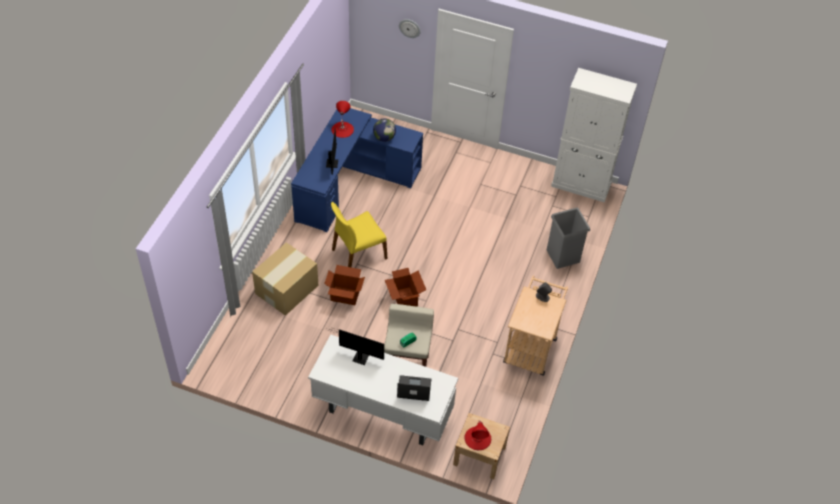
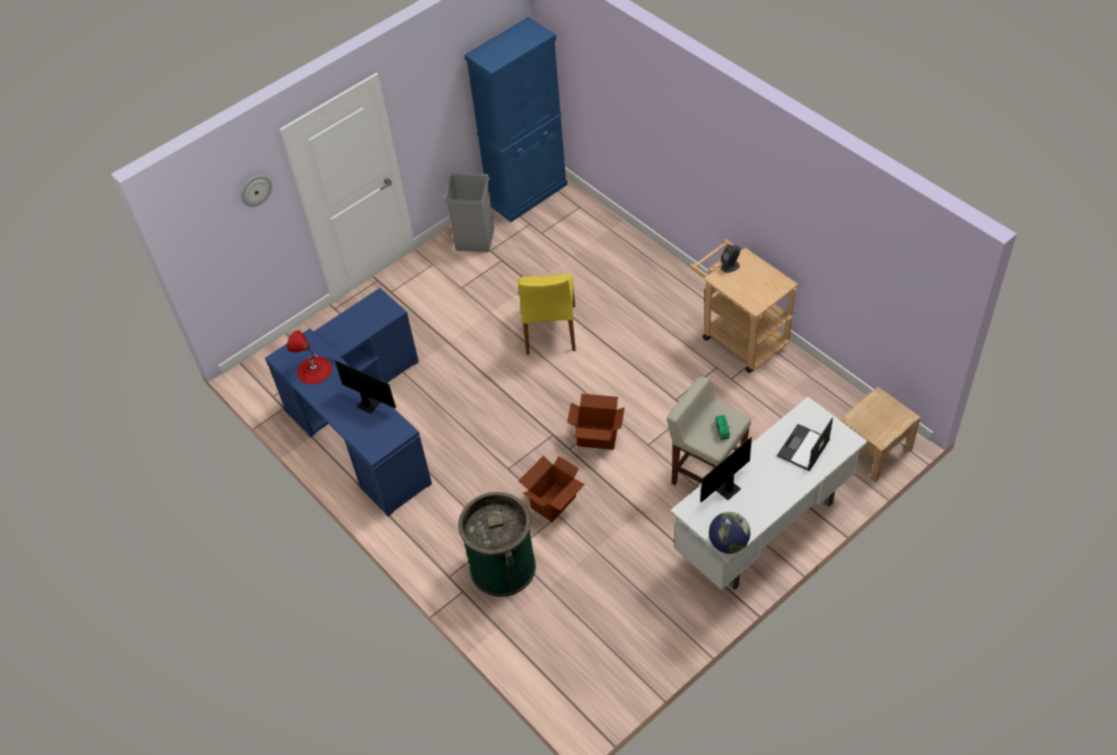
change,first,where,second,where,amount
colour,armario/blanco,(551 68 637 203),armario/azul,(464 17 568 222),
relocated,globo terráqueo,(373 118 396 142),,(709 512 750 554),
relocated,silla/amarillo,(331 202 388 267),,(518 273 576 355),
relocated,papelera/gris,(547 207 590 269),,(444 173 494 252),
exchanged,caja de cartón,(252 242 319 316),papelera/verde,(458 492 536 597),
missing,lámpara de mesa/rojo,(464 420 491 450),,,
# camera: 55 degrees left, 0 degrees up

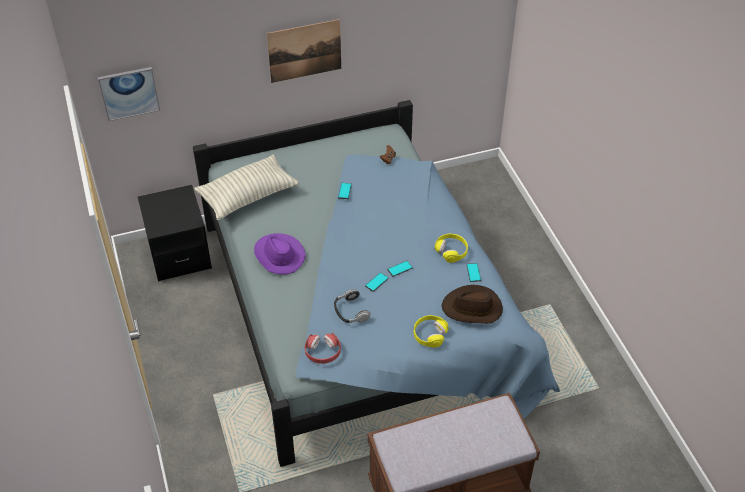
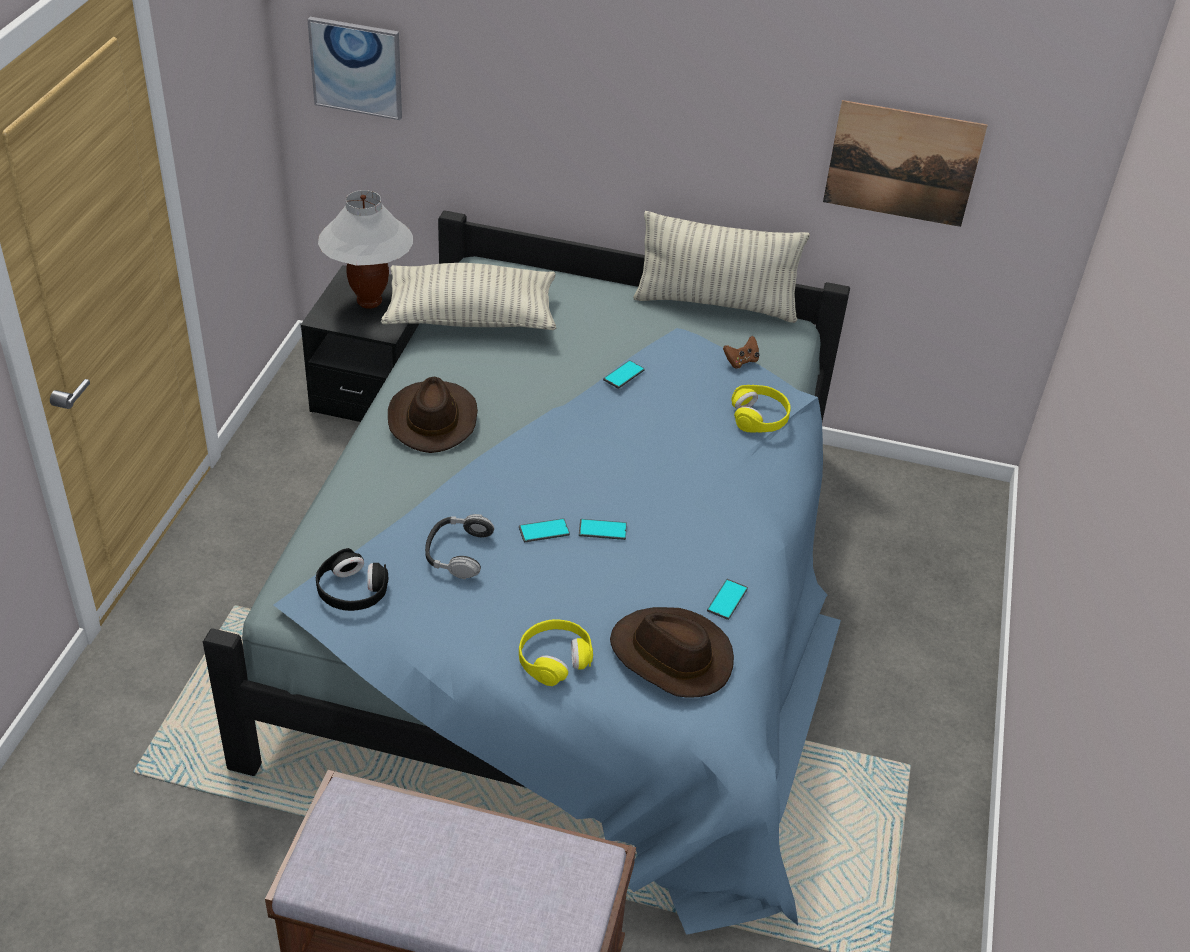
change,first,where,second,where,amount
relocated,cuadro,(267 19 341 83),,(823 100 988 227),
colour,sombrero/morado,(254 233 306 275),sombrero/marrón,(388 377 478 453),
relocated,auriculares/amarillo,(435 234 468 263),,(731 385 791 432),
colour,auriculares/rojo,(305 333 341 364),auriculares/negro,(316 548 388 611),
appeared,,,lámpara de mesa/blanco,(318 190 413 309),
appeared,,,cojín,(633 211 810 323),
# camera: 30 degrees right, 5 degrees down

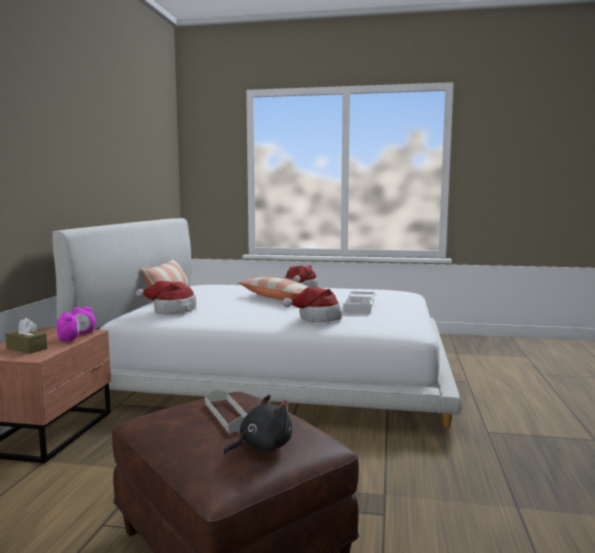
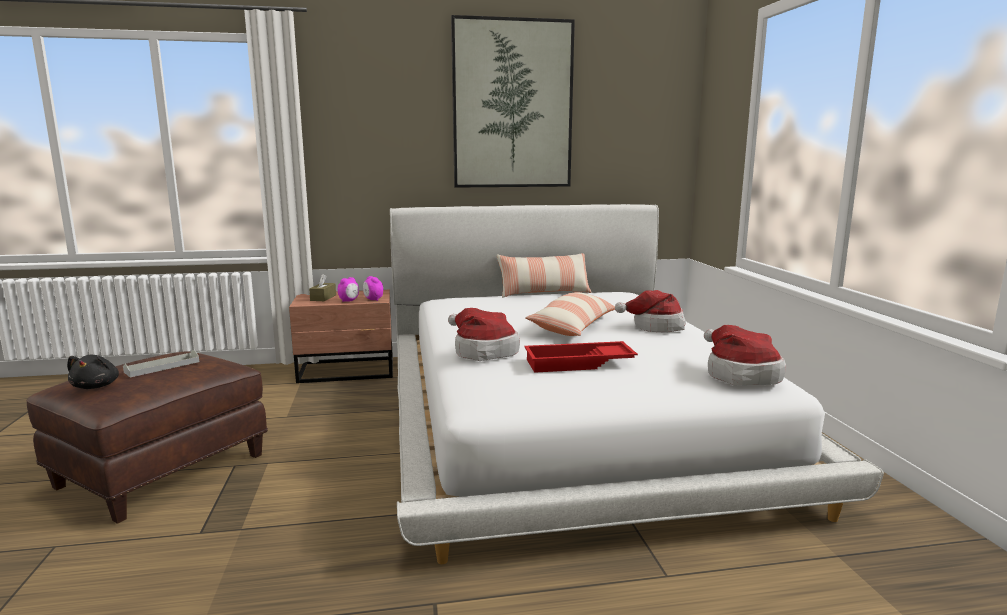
change,first,where,second,where,amount
relocated,sombrero,(136 281 196 314),,(704 325 786 385),
colour,bandeja/blanco,(342 291 375 314),bandeja/rojo,(524 341 638 373),
spun,peluche/negro,(223 394 292 455),,(67 355 119 389),45 degrees clockwise
appeared,,,cuadro,(451 15 575 188),
# camera: 70 degrees right, 5 degrees up

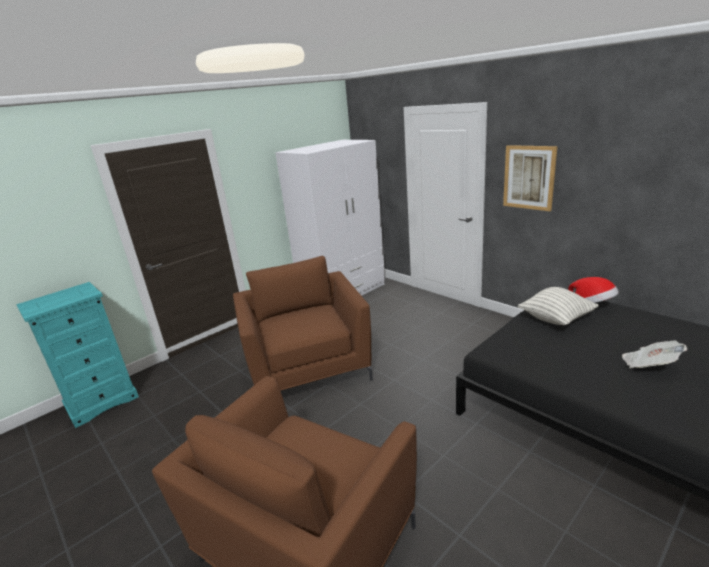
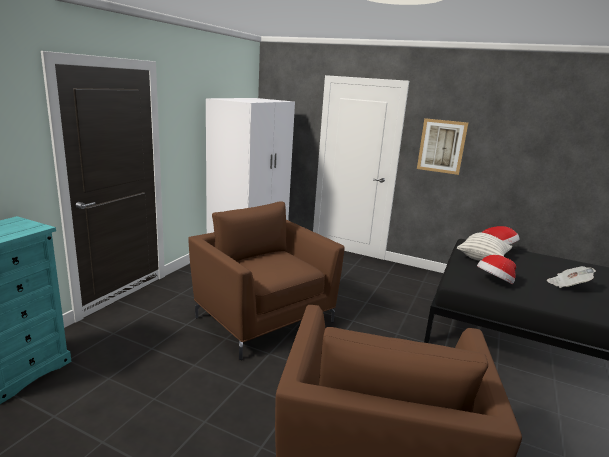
change,first,where,second,where,amount
appeared,,,sombrero,(477 255 516 284),
# camera: 25 degrees left, 5 degrees down

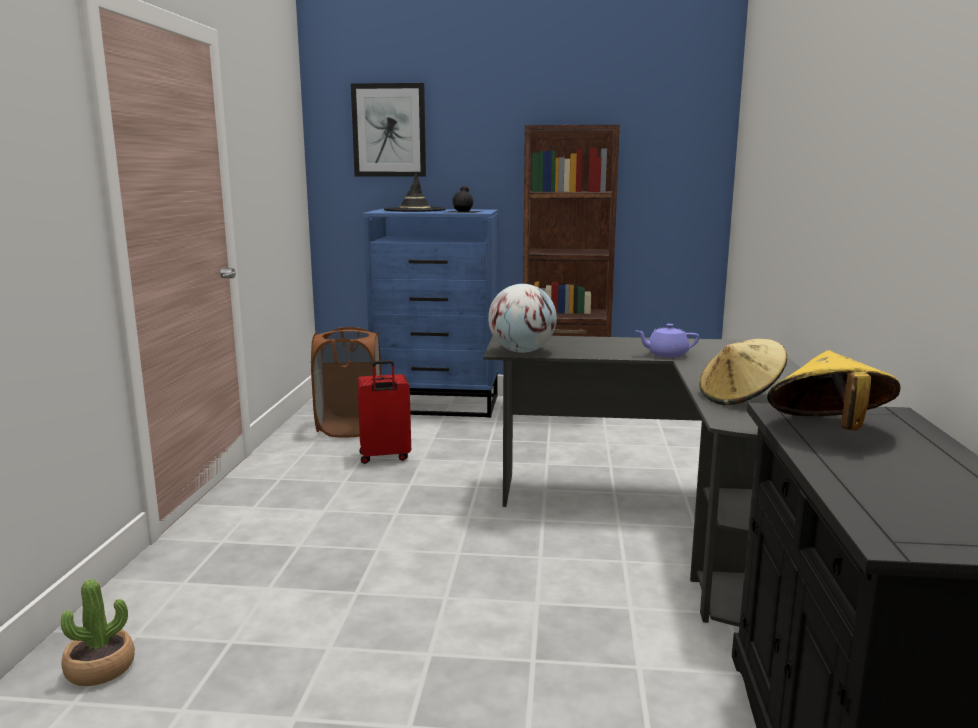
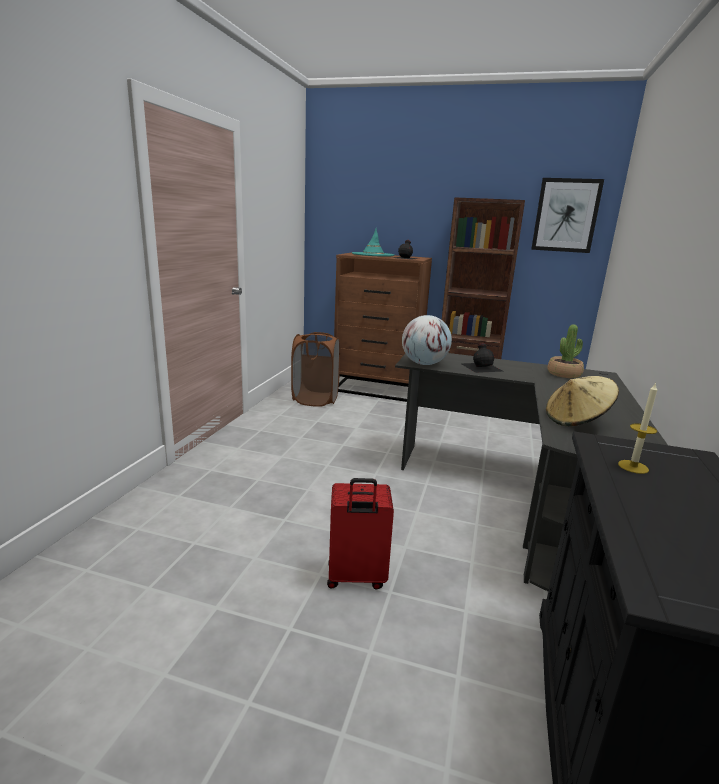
change,first,where,second,where,amount
relocated,cuadro,(351 83 426 177),,(531 178 604 253),
colour,sombrero/negro,(384 172 446 212),sombrero/turquesa,(352 228 394 257),
colour,cómoda/azul,(363 209 498 418),cómoda/marrón,(334 252 432 402),
missing,tetera/morado,(636 324 699 358),,,
exchanged,sombrero/amarillo,(767 351 901 431),vela,(618 382 657 474),
relocated,maleta/rojo,(357 360 411 464),,(327 478 394 589),
relocated,planta en maceta,(61 579 135 686),,(548 324 584 378),
appeared,,,botella/negro,(462 343 503 373),
# camera: 10 degrees right, 5 degrees up

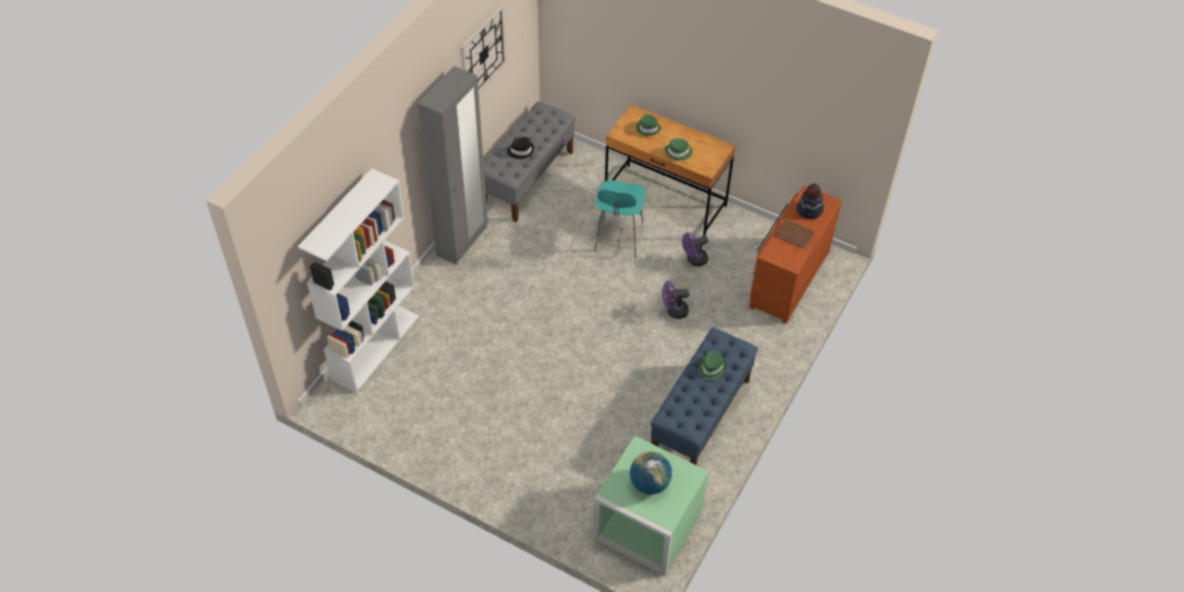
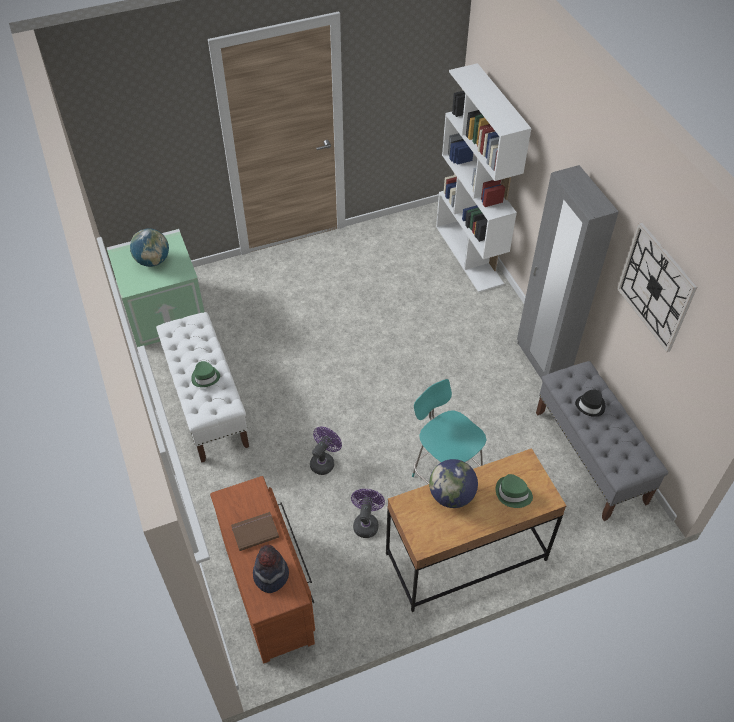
change,first,where,second,where,amount
exchanged,sombrero/verde,(665 139 693 161),globo terráqueo,(429 459 478 508),
colour,banco/azul,(650 327 758 465),banco/blanco,(156 312 249 463),
# camera: 130 degrees right, 0 degrees up

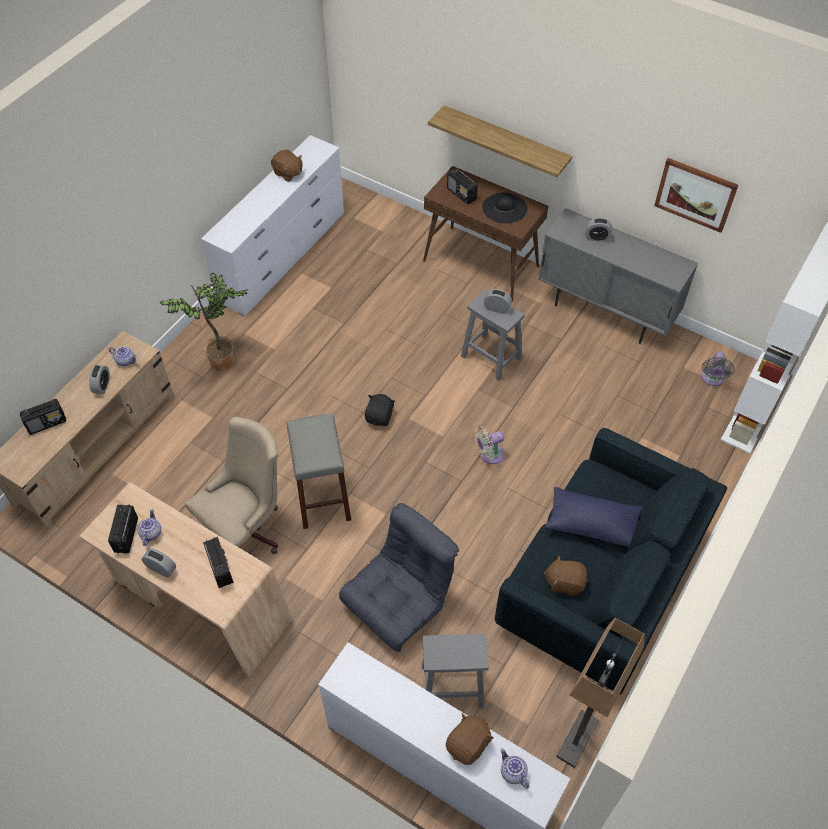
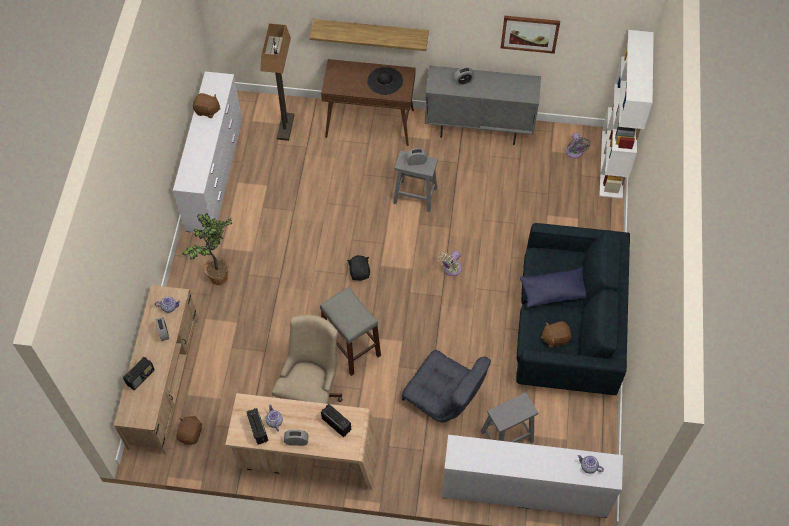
change,first,where,second,where,amount
missing,radio,(447 169 478 204),,,
spun,sillón/gris,(339 503 459 652),,(402 350 491 422),105 degrees clockwise
relocated,lámpara de pie,(556 618 645 768),,(260 23 294 141),
relocated,peluche/marrón,(446 713 494 765),,(177 416 202 445),
# camera: 25 degrees left, 5 degrees up

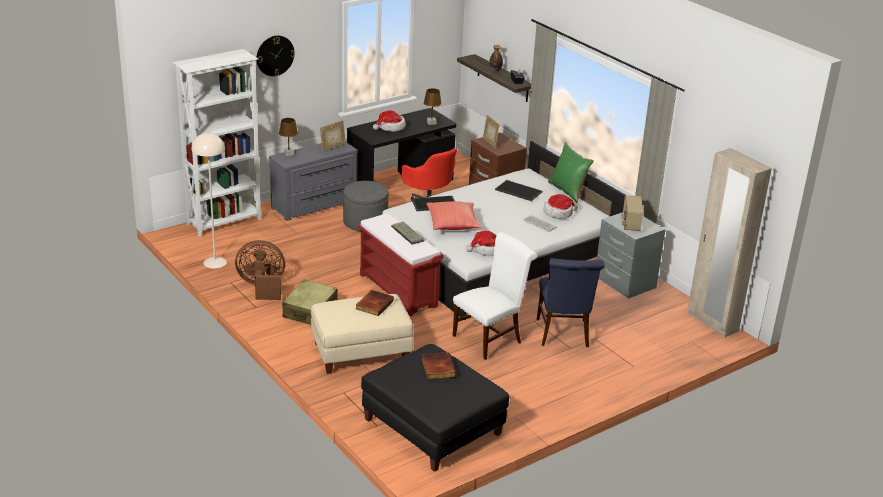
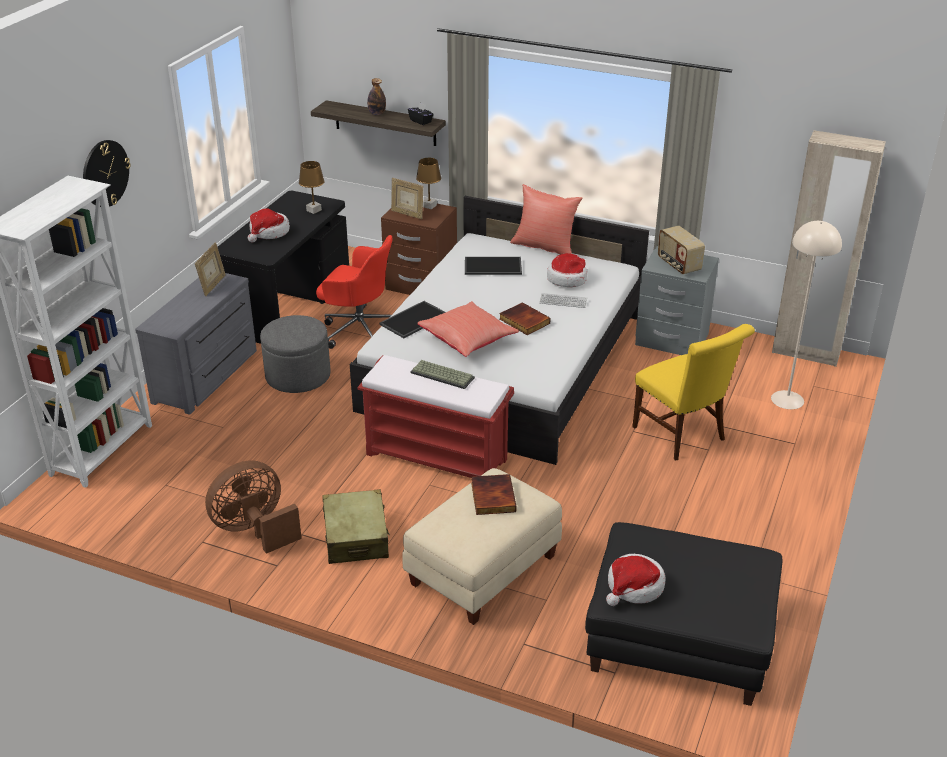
change,first,where,second,where,amount
relocated,lámpara de mesa/marrón,(279 118 298 156),,(416 158 441 209),
relocated,lámpara de pie/beis,(191 133 227 269),,(771 221 842 409),
colour,cojín/verde,(548 142 594 203),cojín/rojo,(510 184 583 255),
relocated,sombrero,(466 231 497 256),,(606 554 665 606),
missing,silla/blanco,(453 232 538 360),,,
colour,silla/azul,(537 258 605 347),silla/amarillo,(632 324 755 461),
relocated,libro,(422 352 456 379),,(499 302 551 335),
# camera: 30 degrees left, 5 degrees up

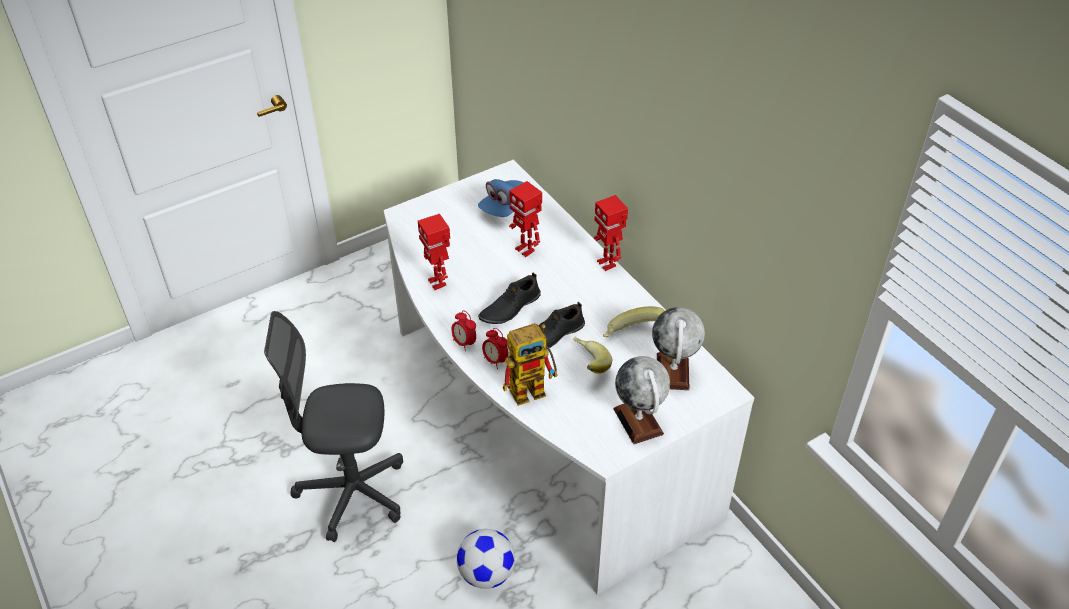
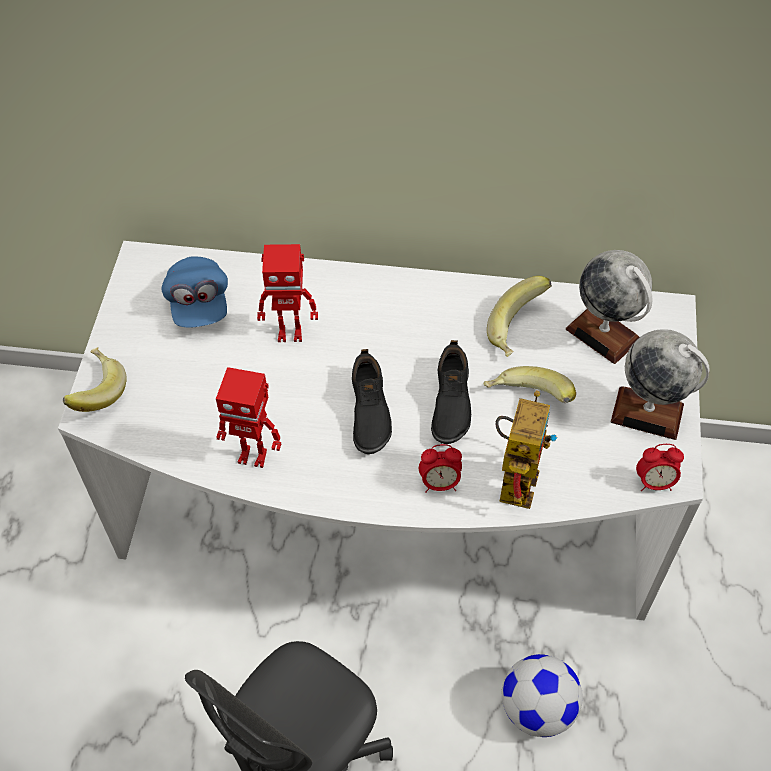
change,first,where,second,where,amount
missing,robot de juguete,(594 195 628 271),,,
relocated,despertador,(451 310 476 351),,(636 444 684 491),
appeared,,,plátano,(63 347 127 412),
# camera: 50 degrees left, 10 degrees up

